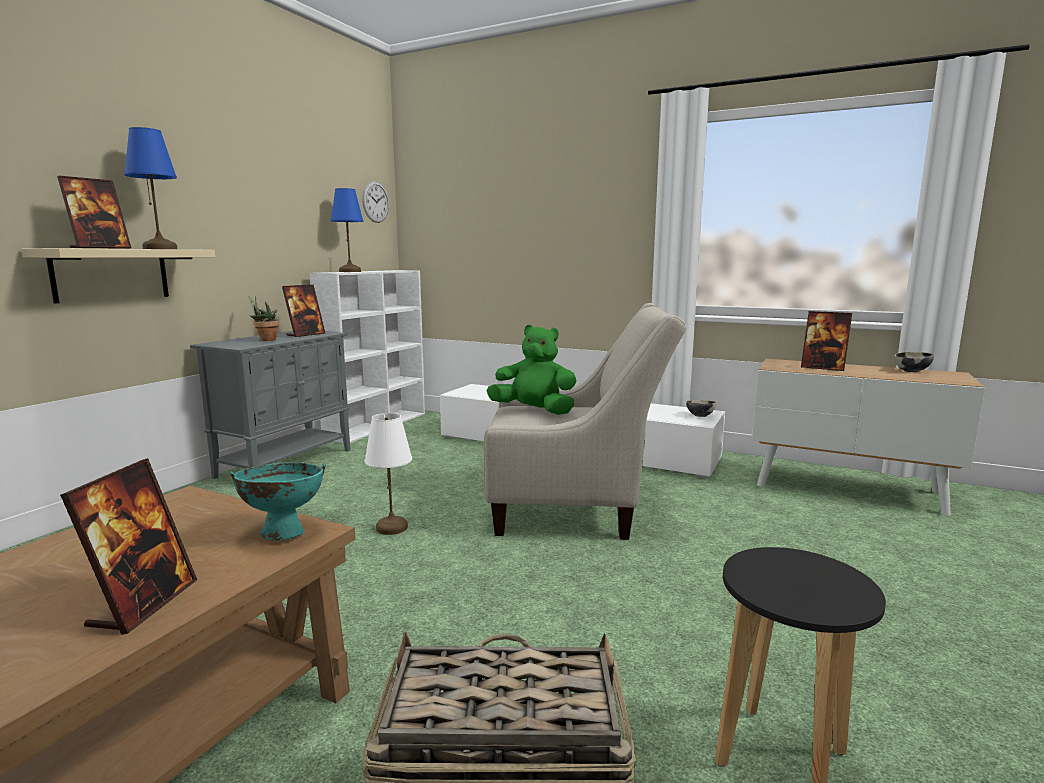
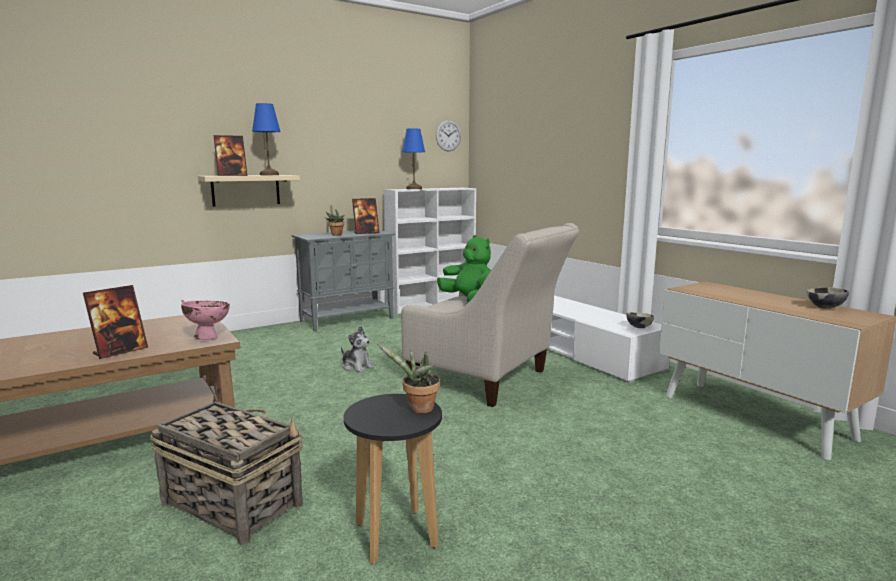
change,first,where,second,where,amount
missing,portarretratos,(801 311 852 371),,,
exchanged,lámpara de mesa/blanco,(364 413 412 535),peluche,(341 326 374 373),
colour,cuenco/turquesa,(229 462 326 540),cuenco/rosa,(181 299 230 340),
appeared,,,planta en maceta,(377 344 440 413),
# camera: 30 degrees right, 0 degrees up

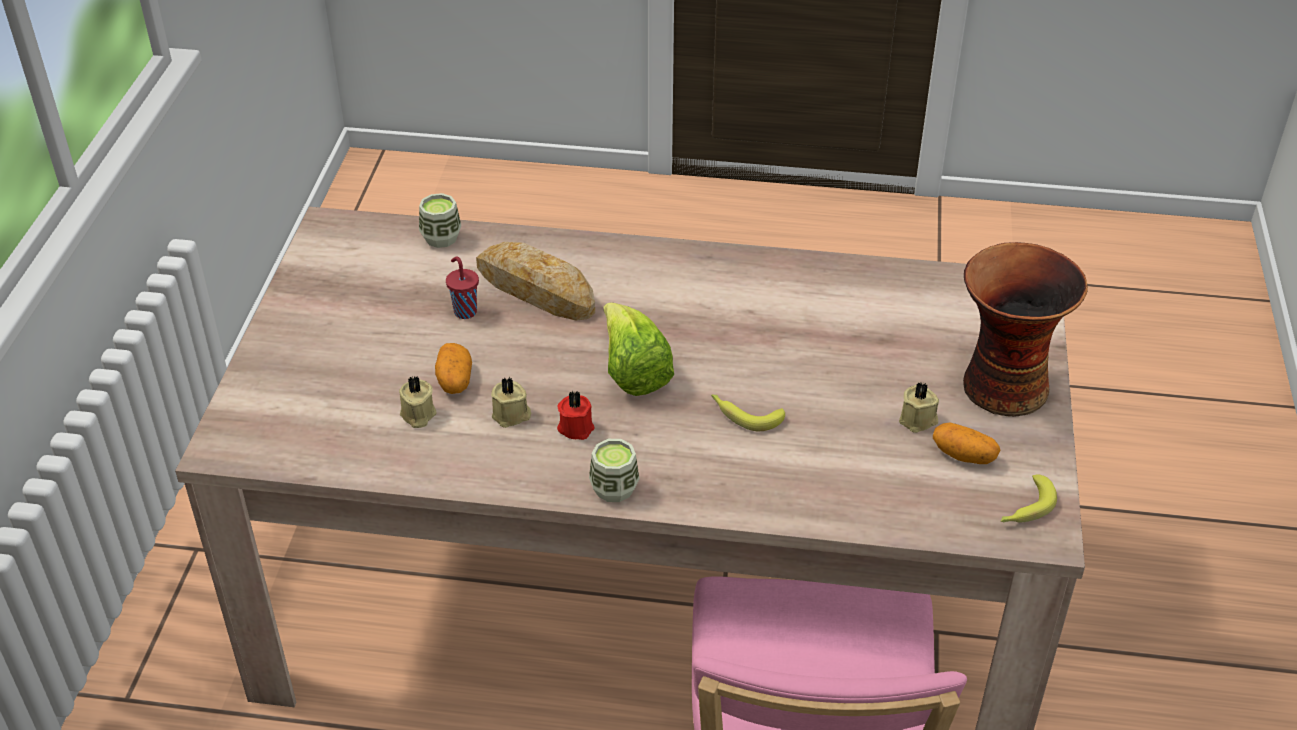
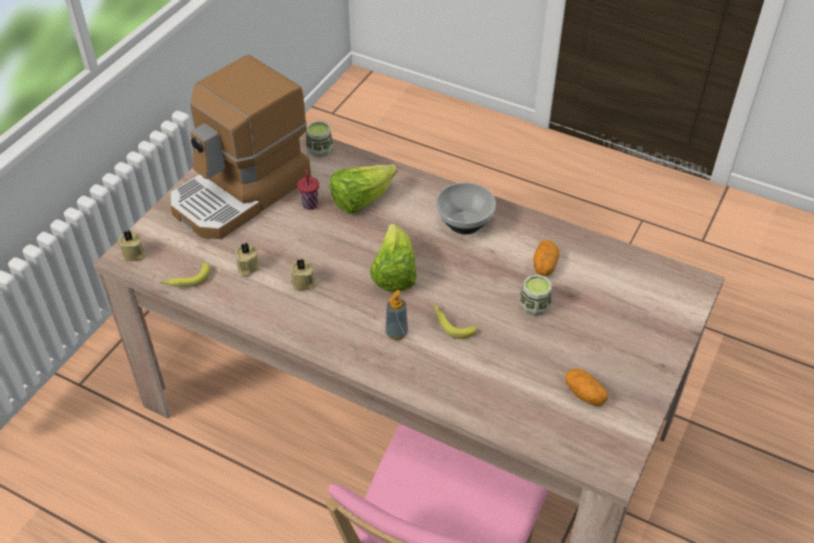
change,first,where,second,where,amount
exchanged,pan,(476 242 595 321),lechuga,(330 164 397 214),
missing,florero,(963 242 1088 417),,,
relocated,patata,(435 343 472 394),,(533 240 559 276),
relocated,vela/beis,(899 382 939 433),,(118 230 147 262),
missing,vela/rojo,(557 390 594 440),,,
relocated,taza,(589 439 639 502),,(520 275 551 316),
relocated,plátano,(1001 475 1057 523),,(160 262 210 288),
appeared,,,cafetera,(170 55 311 239),
appeared,,,cuenco,(436 182 496 234),
appeared,,,dispensador de jabón,(385 290 408 340),
# camera: 20 degrees right, 5 degrees up

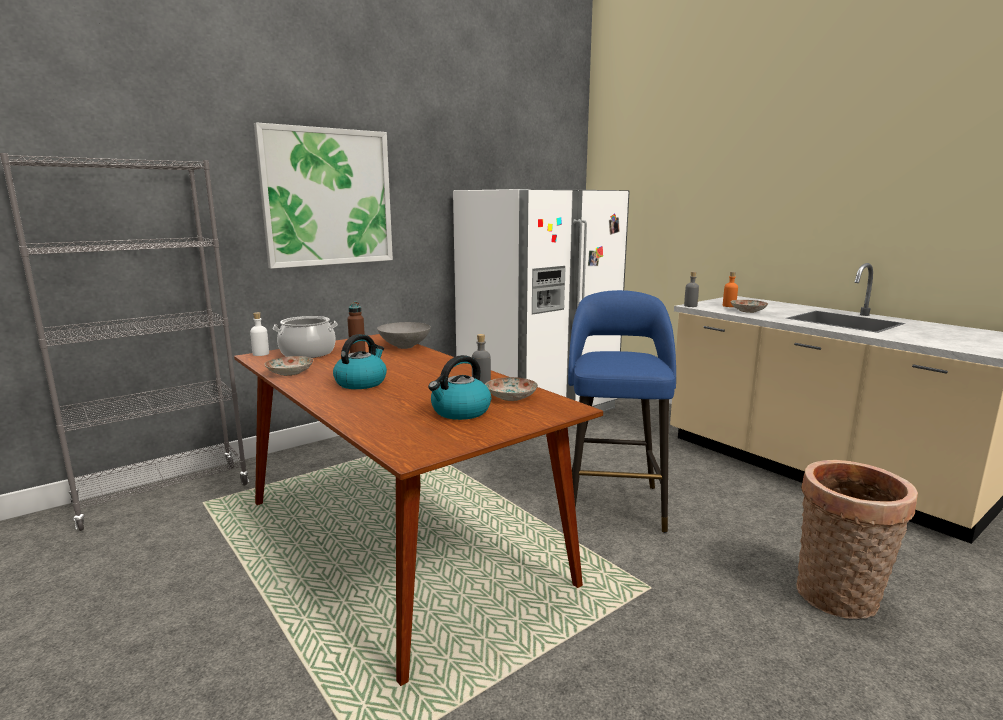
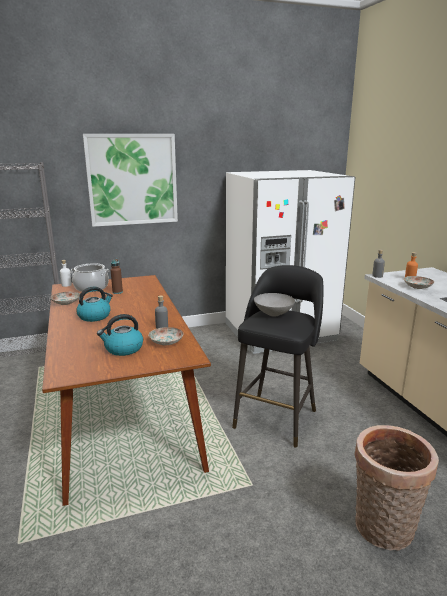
change,first,where,second,where,amount
colour,taburete/azul,(568 290 676 533),taburete/negro,(232 265 324 448),
relocated,cuenco/gris,(377 322 431 349),,(254 293 295 317),
# camera: 20 degrees right, 5 degrees up

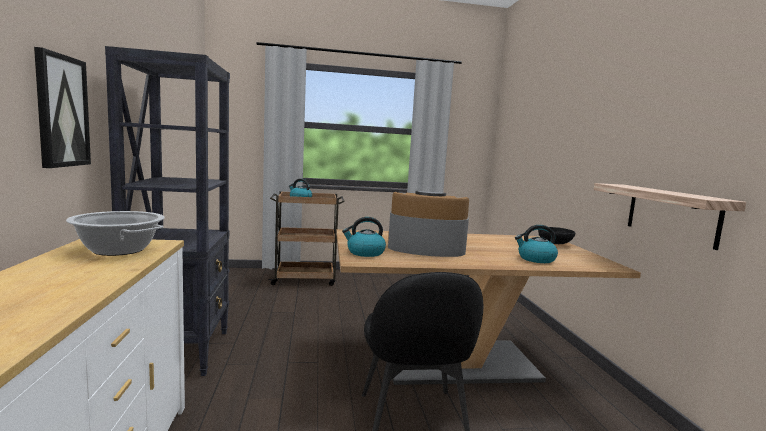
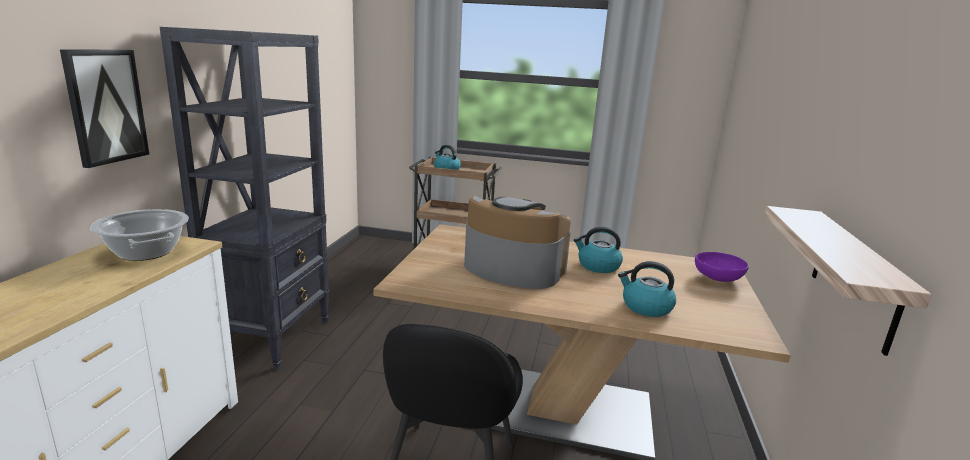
change,first,where,second,where,amount
relocated,hervidor,(342 217 386 257),,(574 227 623 273),
colour,cuenco/negro,(538 227 575 244),cuenco/morado,(695 252 749 282),
# camera: 20 degrees right, 10 degrees up

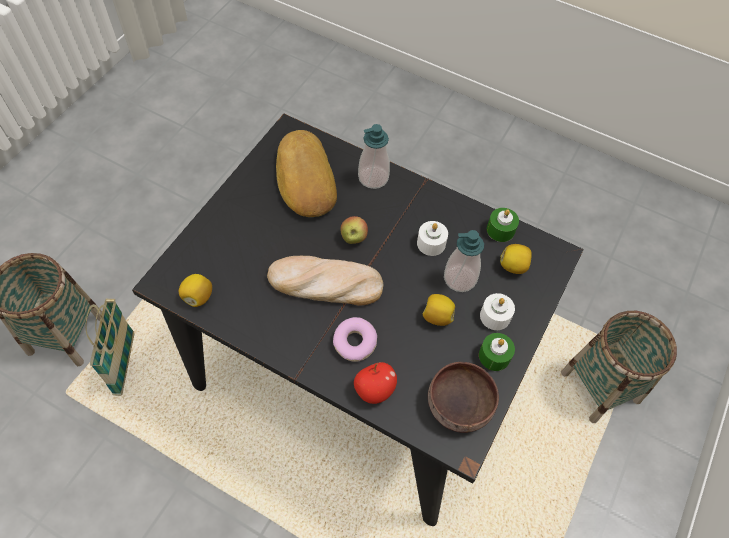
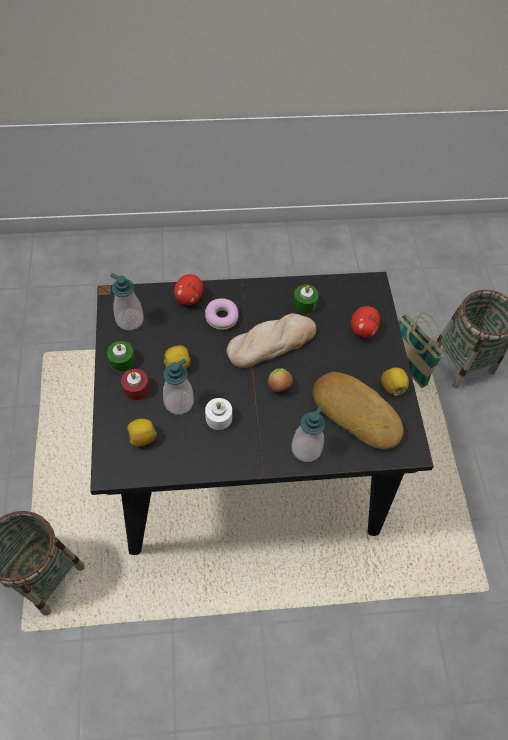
change,first,where,second,where,amount
relocated,vela/verde,(487 208 519 242),,(293 285 319 313),
relocated,limón,(179 274 212 307),,(381 367 409 396),
colour,vela/blanco,(480 293 515 330),vela/rojo,(121 369 150 400),
exchanged,cuenco/marrón,(428 362 499 433),dispensador de jabón,(110 273 143 330),
appeared,,,manzana,(351 306 380 338),
# camera: 145 degrees right, 0 degrees up

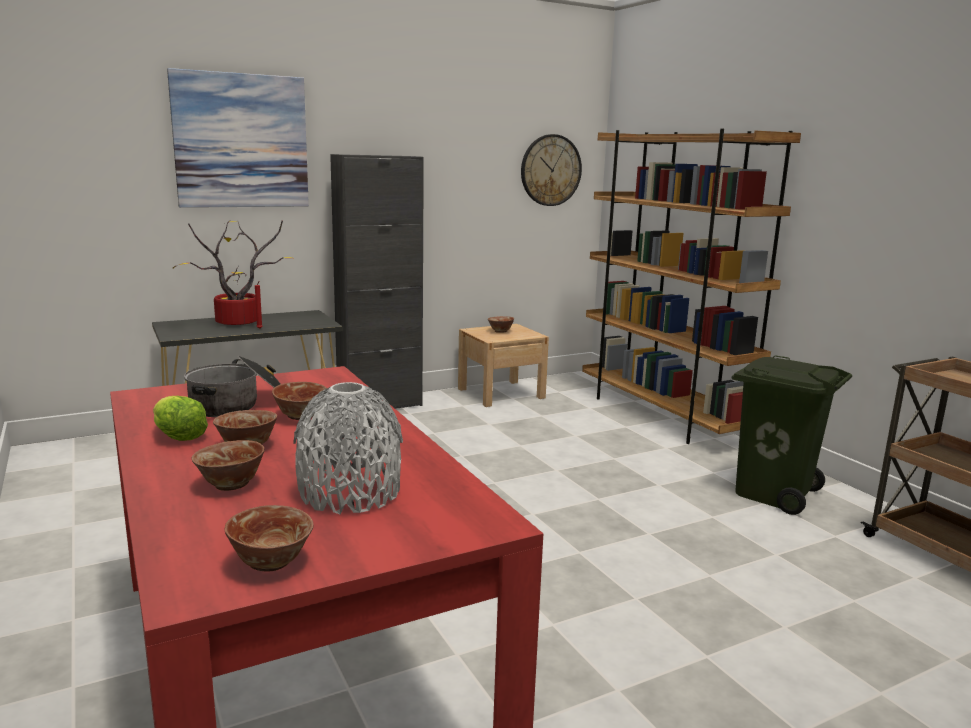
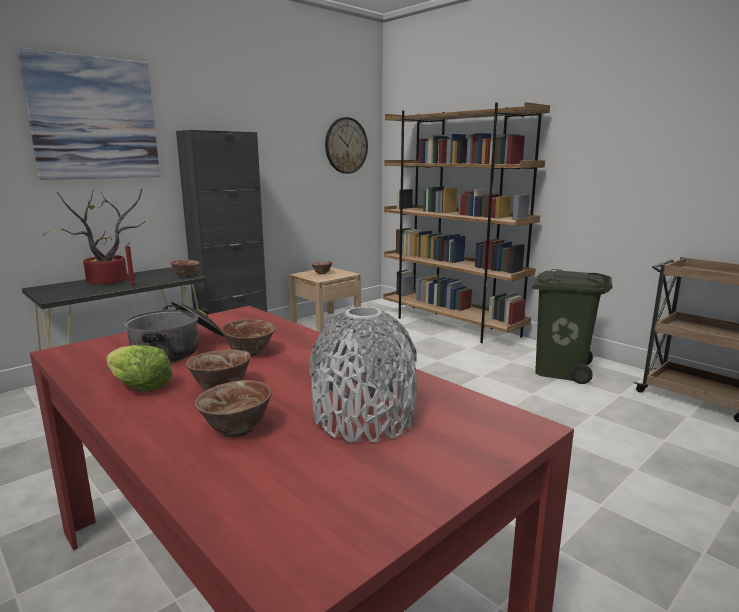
change,first,where,second,where,amount
relocated,cuenco,(225 505 314 572),,(171 260 200 277),
# camera: 15 degrees left, 0 degrees up

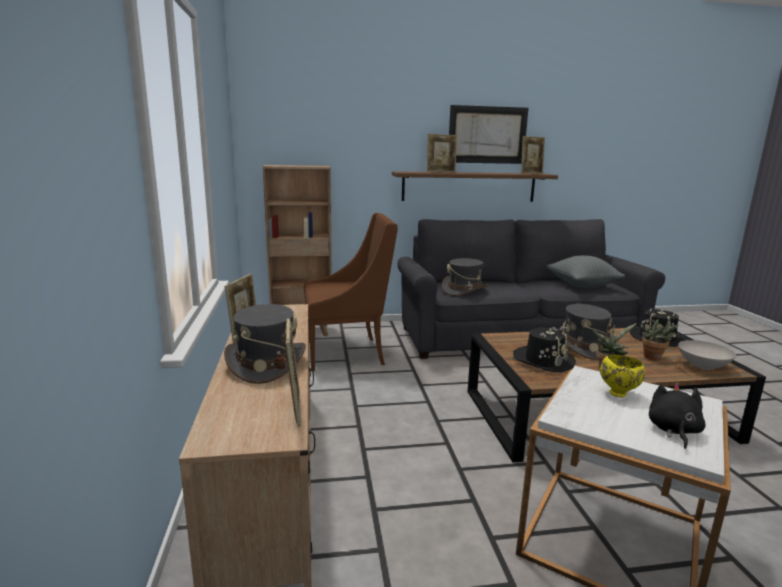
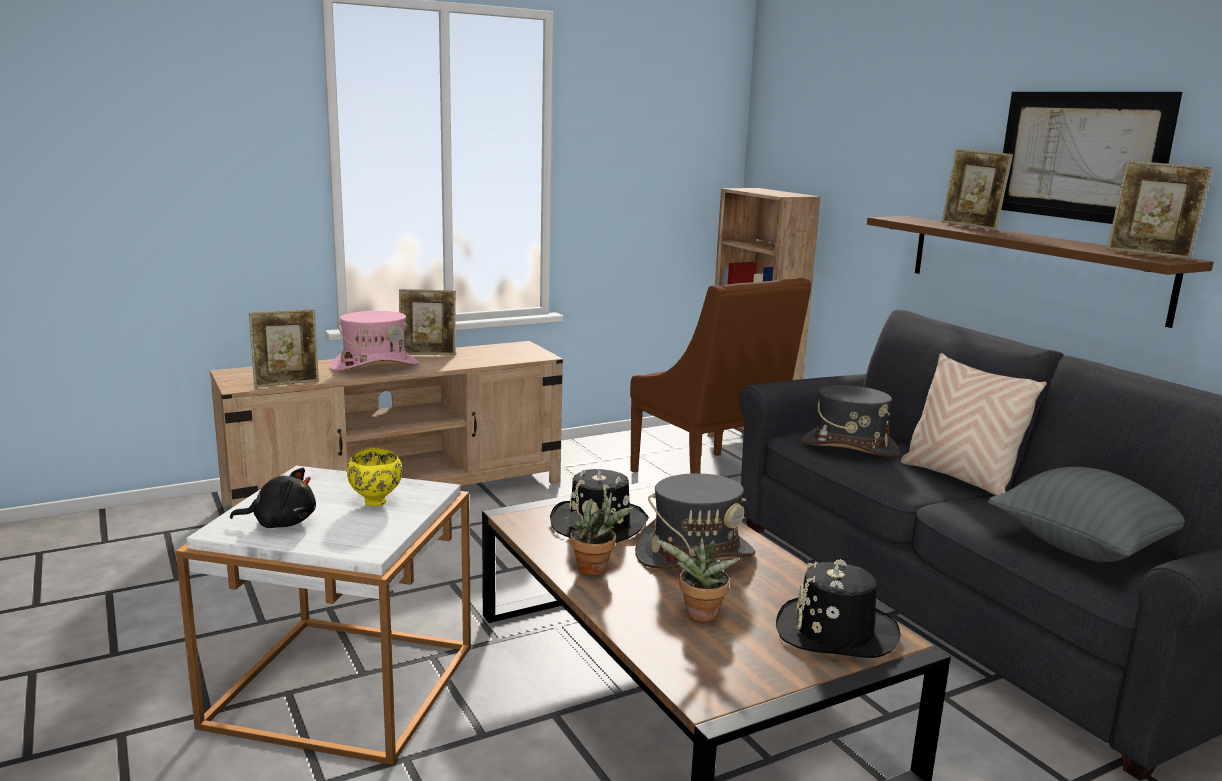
change,first,where,second,where,amount
colour,sombrero/gris,(224 304 306 384),sombrero/rosa,(330 311 419 371),
missing,cuenco/blanco,(678 340 736 370),,,
appeared,,,cojín/beis,(901 353 1047 496),
# camera: 70 degrees right, 0 degrees up

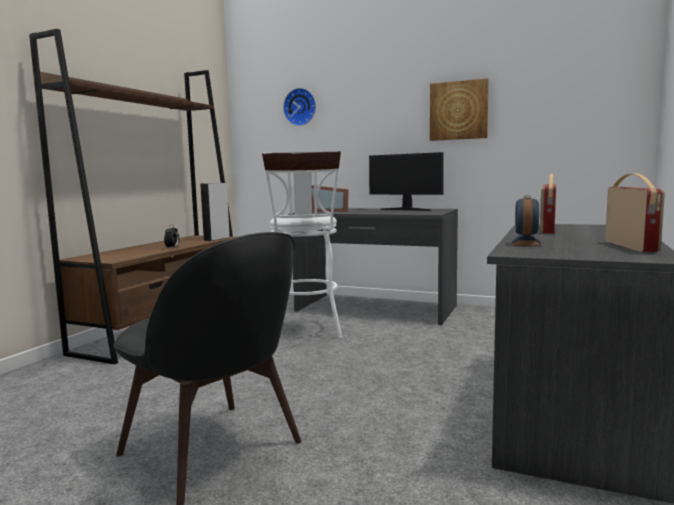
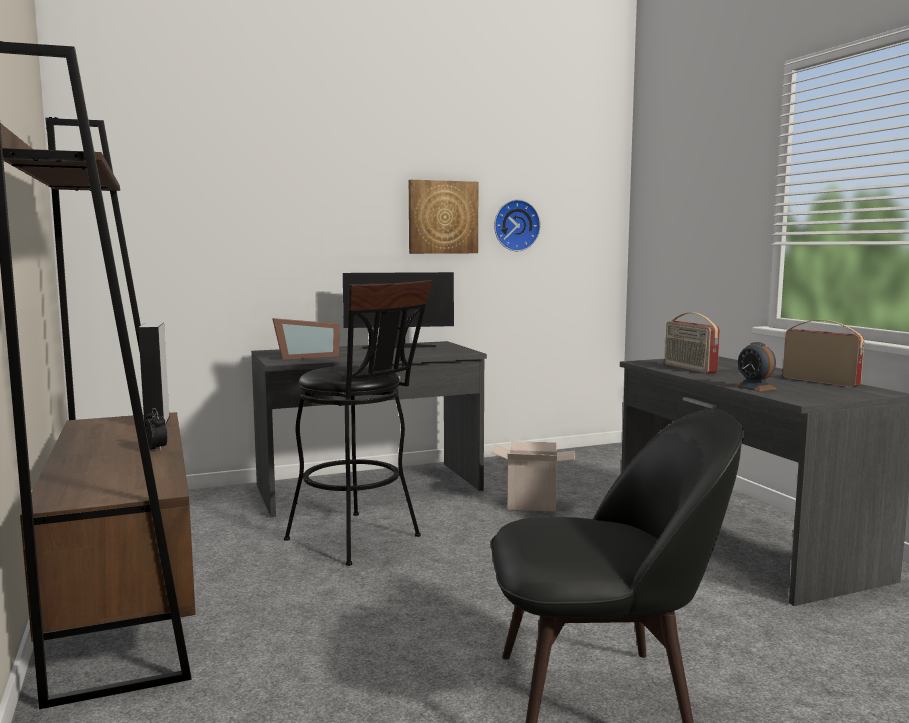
change,first,where,second,where,amount
relocated,reloj de pared,(283 88 316 126),,(494 199 540 251),
colour,taburete/blanco,(262 151 343 339),taburete/negro,(284 280 432 566),
appeared,,,caja de cartón,(492 441 575 512),
# camera: 45 degrees left, 0 degrees up

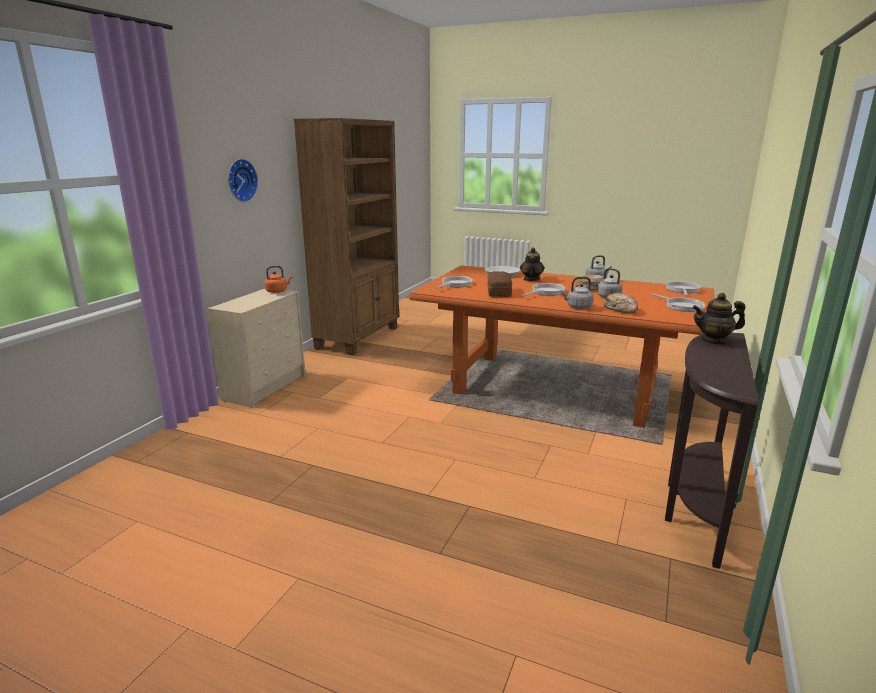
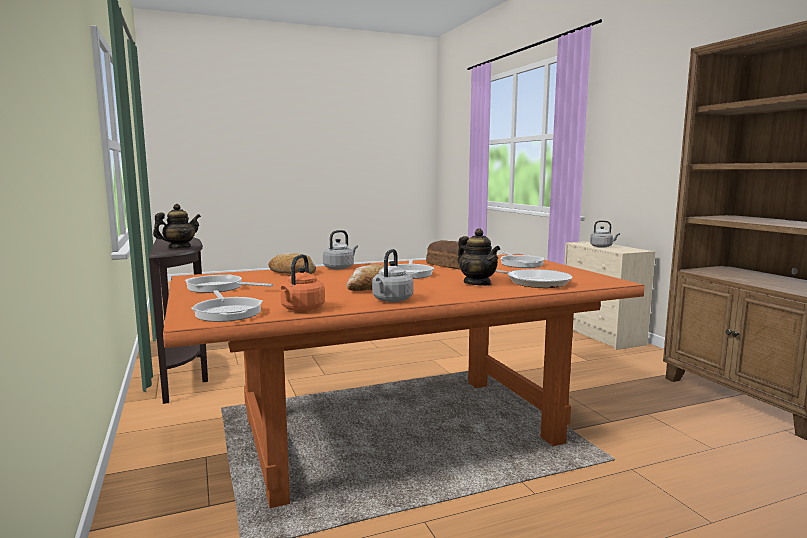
change,first,where,second,where,amount
missing,reloj de pared,(228 159 258 202),,,
relocated,hervidor/naranja,(264 266 292 293),,(280 254 325 311),
relocated,hervidor/gris,(596 268 623 298),,(590 220 620 248),
# camera: 135 degrees right, 10 degrees down

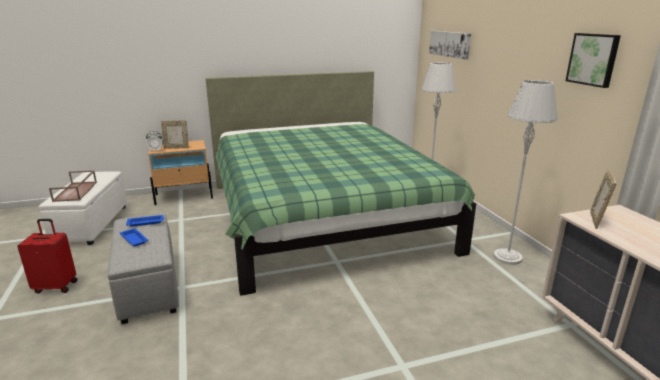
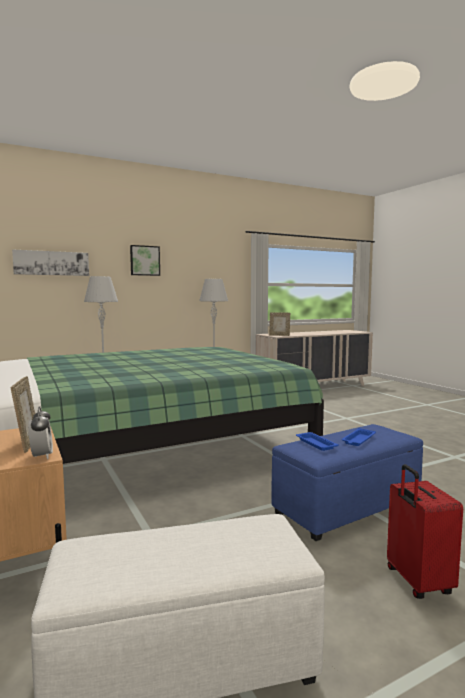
change,first,where,second,where,amount
relocated,cuadro,(566 33 621 88),,(130 245 160 276),
missing,bandeja/marrón,(49 170 97 202),,,
colour,puf/gris,(107 213 179 324),puf/azul,(272 424 423 541),
# camera: 100 degrees left, 15 degrees down

